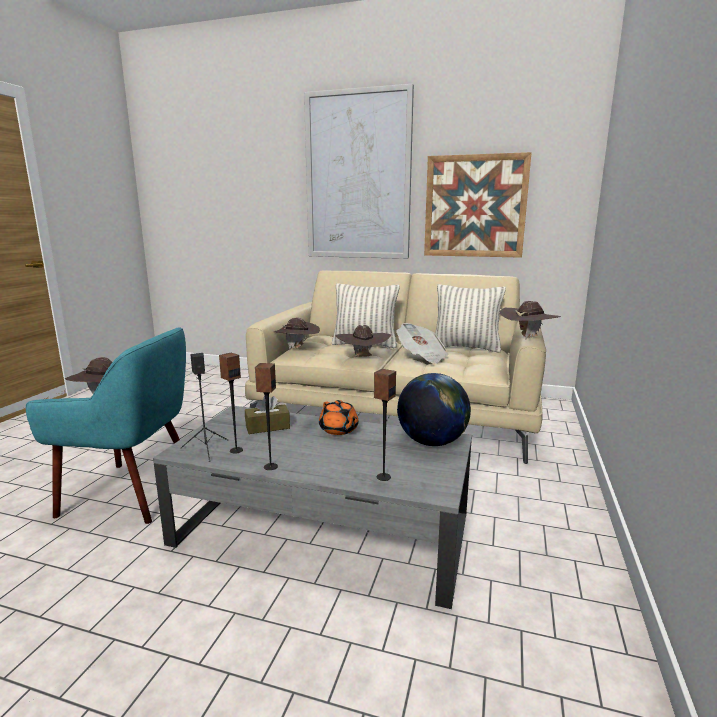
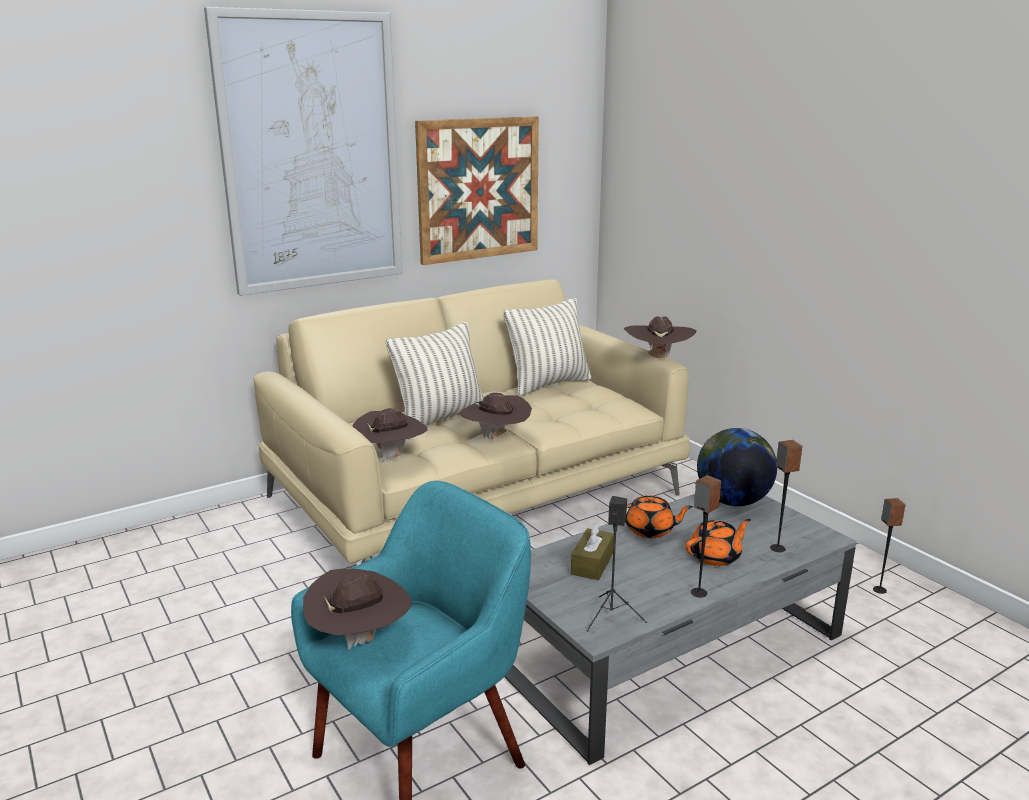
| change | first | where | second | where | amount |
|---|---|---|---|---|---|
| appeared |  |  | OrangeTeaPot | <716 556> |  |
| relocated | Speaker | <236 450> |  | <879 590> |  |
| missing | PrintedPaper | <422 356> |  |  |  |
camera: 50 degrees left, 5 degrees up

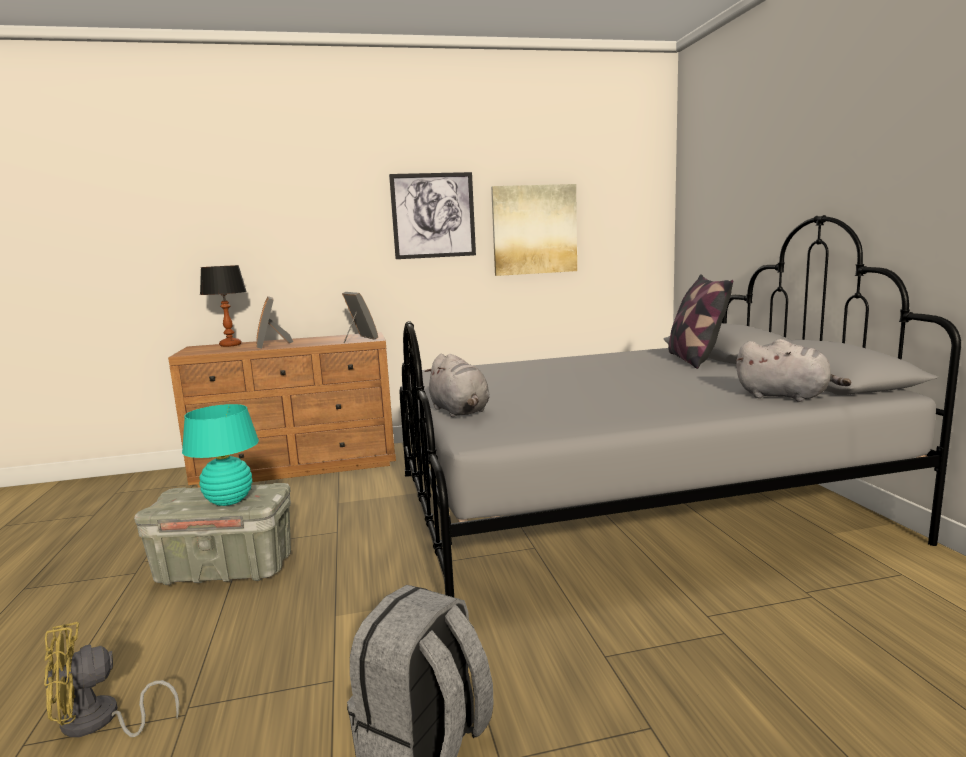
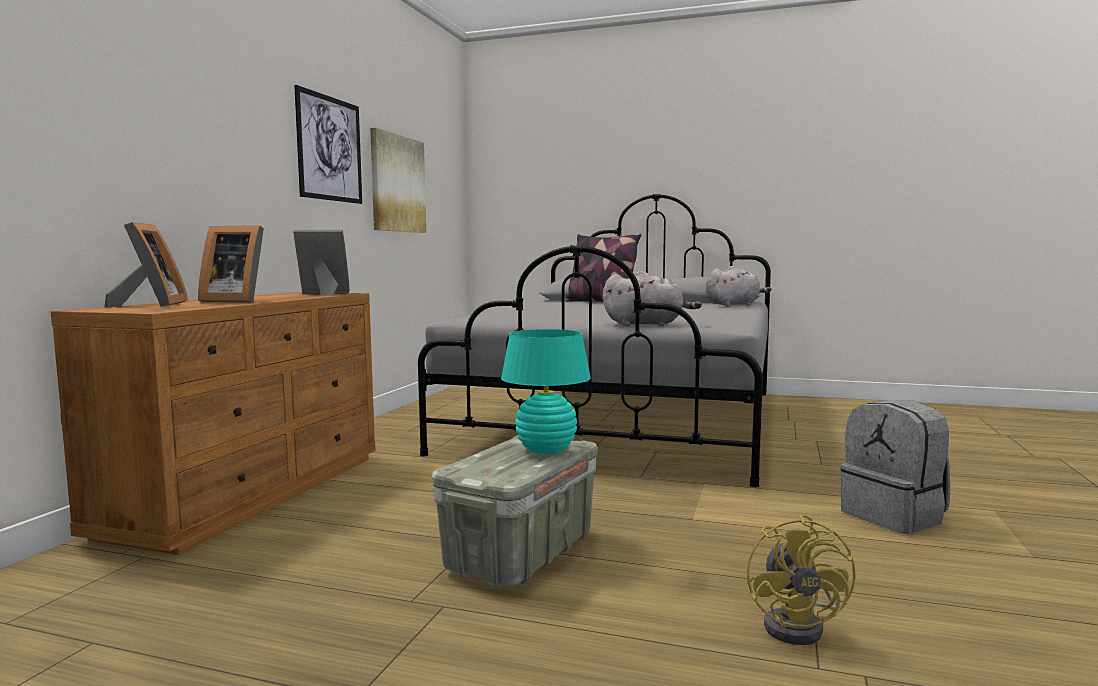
| change | first | where | second | where | amount |
|---|---|---|---|---|---|
| exchanged | LampForATable | <230 345> | PhotoFrame | <151 305> |  |
camera: 60 degrees left, 5 degrees down

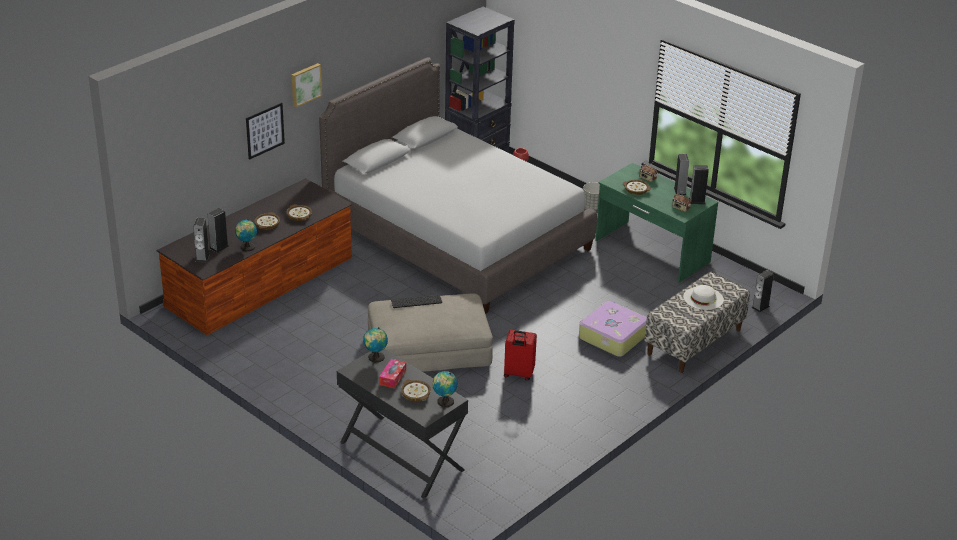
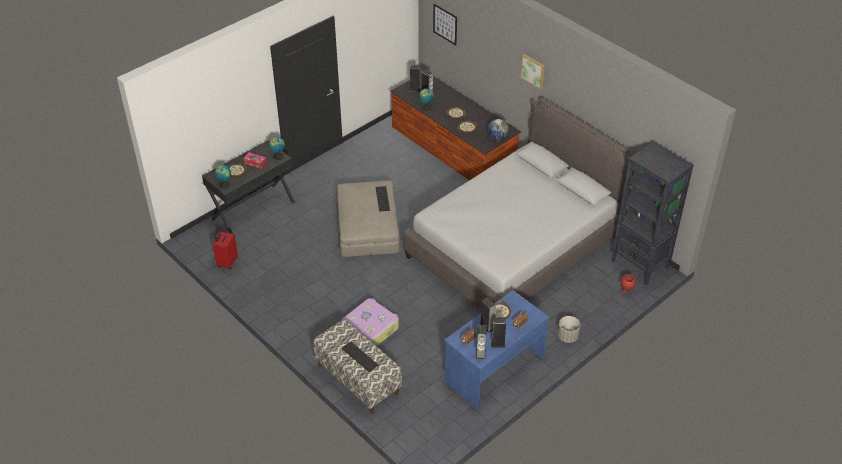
| change | first | where | second | where | amount |
|---|---|---|---|---|---|
| relocated | RedColouredTravelCase | <518 374> |  | <227 262> |  |
| exchanged | WhitishClothingHat | <703 298> | ComputerKeyboard | <360 356> |  |
| relocated | Picture | <265 130> |  | <445 24> |  |
| colour | GreenDeskTable | <651 251> | BluishDeskTable | <494 369> |  |
| relocated | Speaker | <760 307> |  | <487 326> |  |
| appeared |  |  | DeskGlobe | <497 138> |  |
camera: 95 degrees right, 10 degrees up

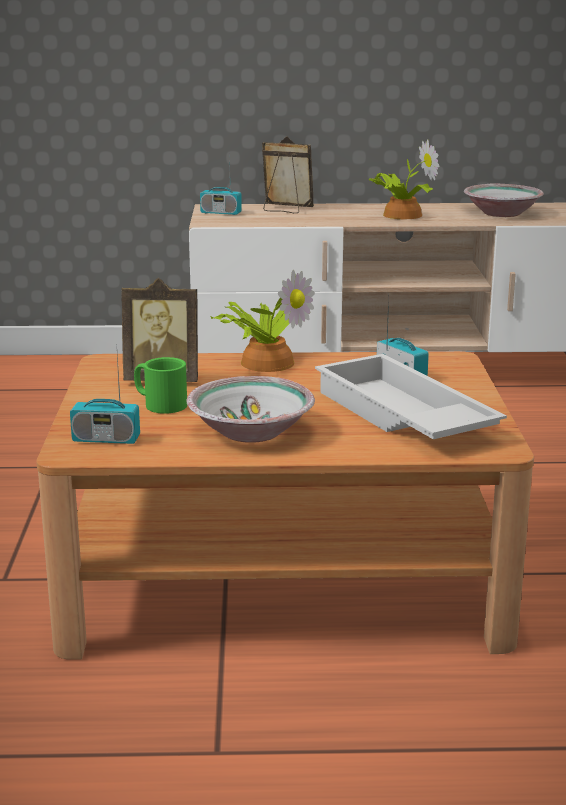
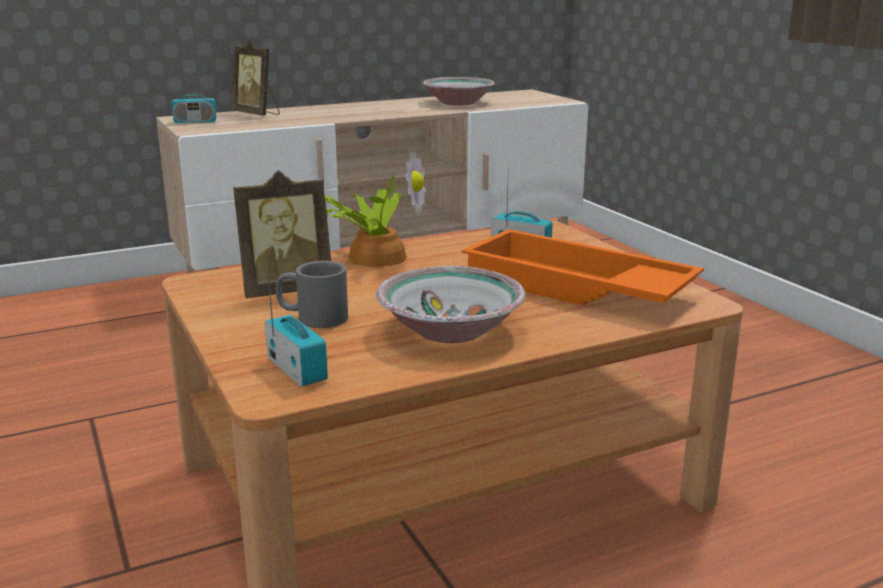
| change | first | where | second | where | amount |
|---|---|---|---|---|---|
| spun | PhotoFrame | <285 210> |  | <257 114> | 135 degrees counterclockwise |
| spun | RadioReceiver | <106 439> |  | <297 370> | 105 degrees counterclockwise |
| colour | GreenMug | <159 404> | GreyishMug | <312 317> |  |
| colour | WhitishTray | <400 416> | OrangeTray | <573 288> |  |
| missing | PottedPlant | <399 215> |  |  |  |
camera: 25 degrees left, 0 degrees up

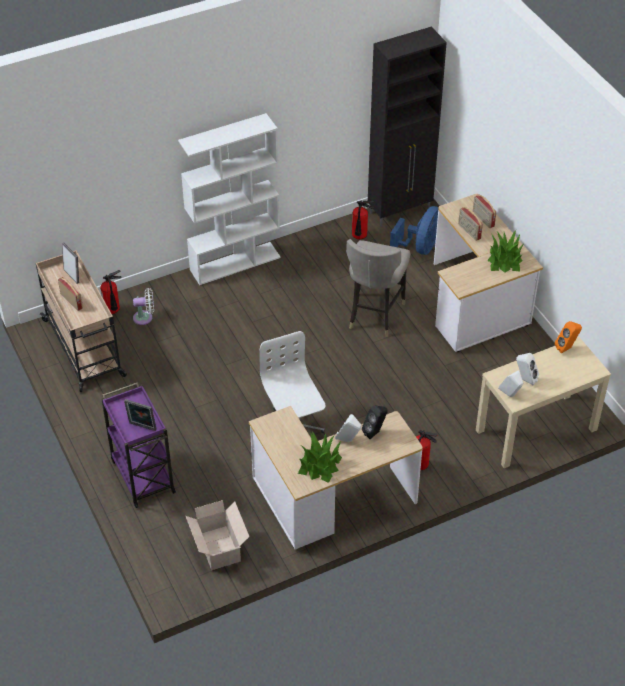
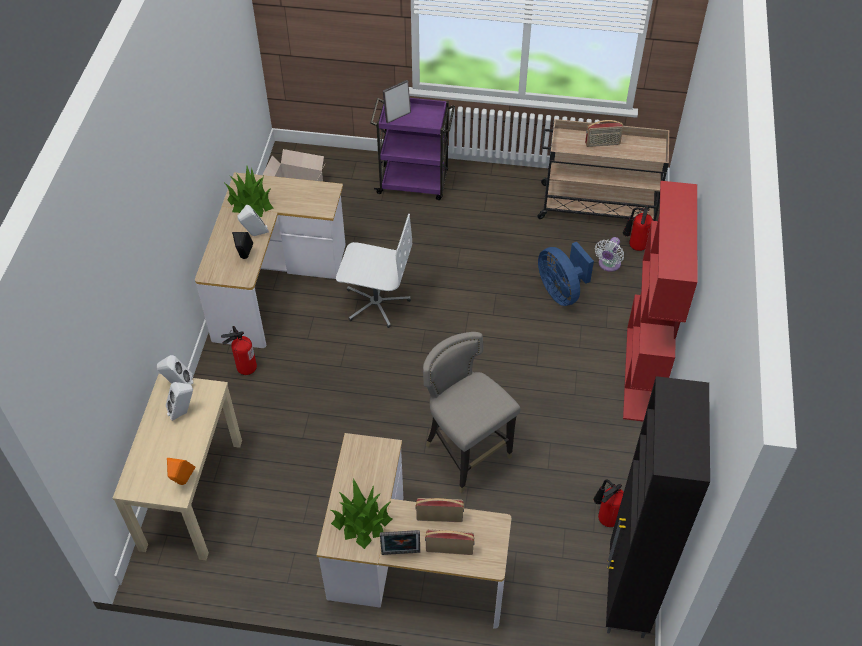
| change | first | where | second | where | amount |
|---|---|---|---|---|---|
| relocated | PhotoFrame | <72 275> |  | <401 554> |  |
| relocated | BluishElectricFan | <420 248> |  | <561 291> |  |
| colour | WhitishShelvingUnit | <235 263> | RedColouredShelvingUnit | <641 374> |  |
camera: 125 degrees right, 5 degrees up

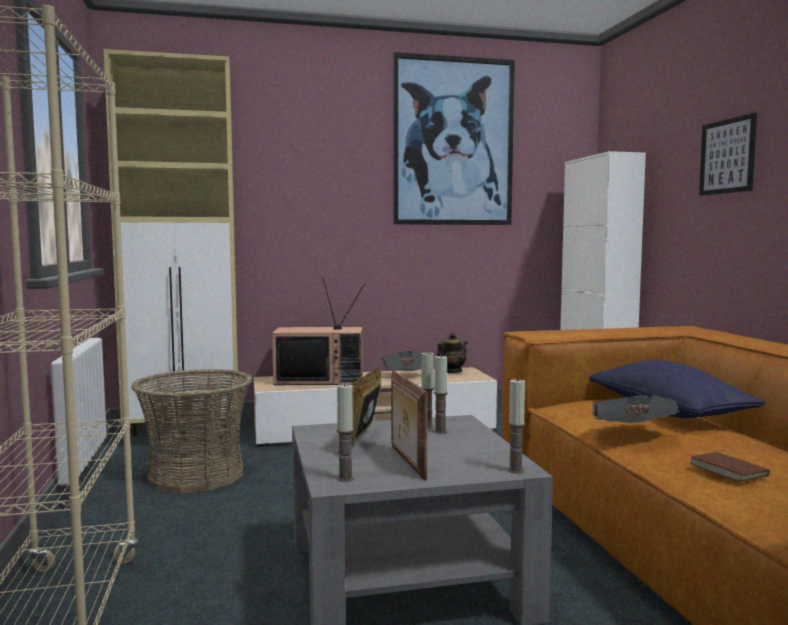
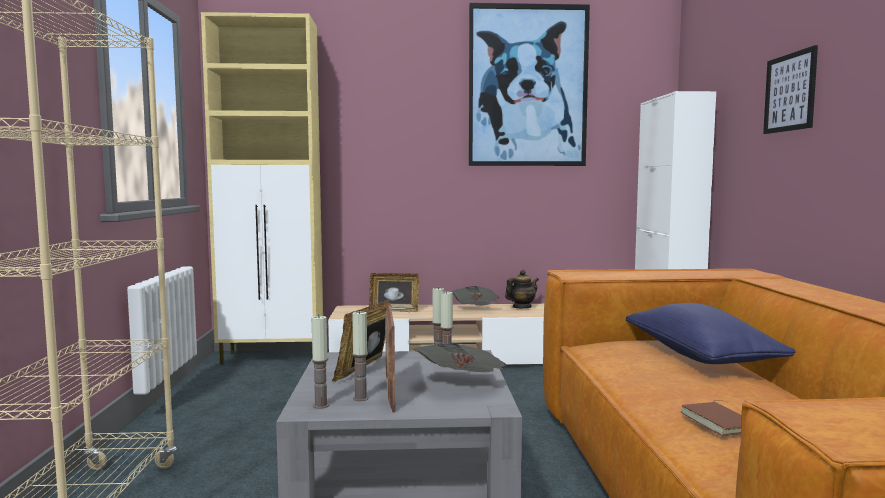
| change | first | where | second | where | amount |
|---|---|---|---|---|---|
| relocated | WaxCandle | <515 470> |  | <360 398> |  |
| exchanged | Tv | <321 380> | PhotoFrame | <394 310> |  |
| relocated | PrintedPaper | <633 433> |  | <462 384> |  |
| missing | HouseholdBasket | <196 475> |  |  |  |
camera: 10 degrees right, 0 degrees up

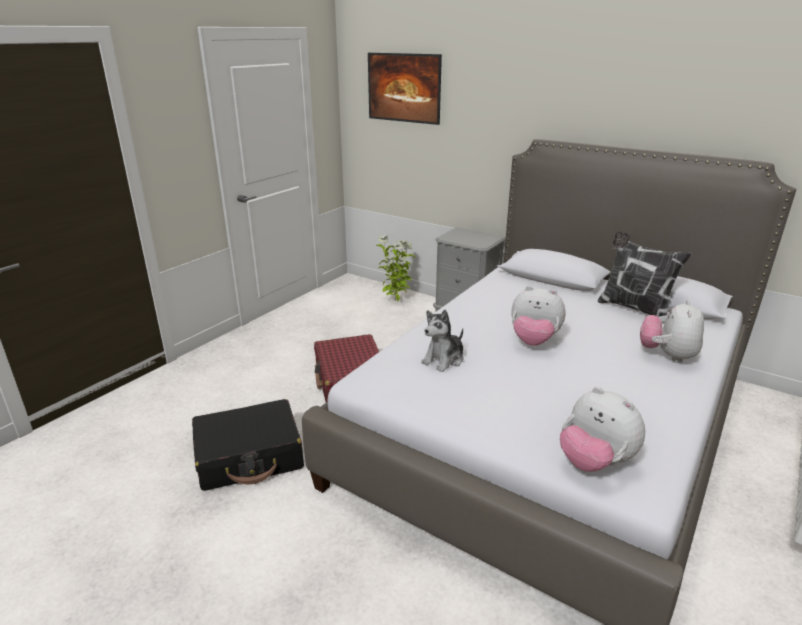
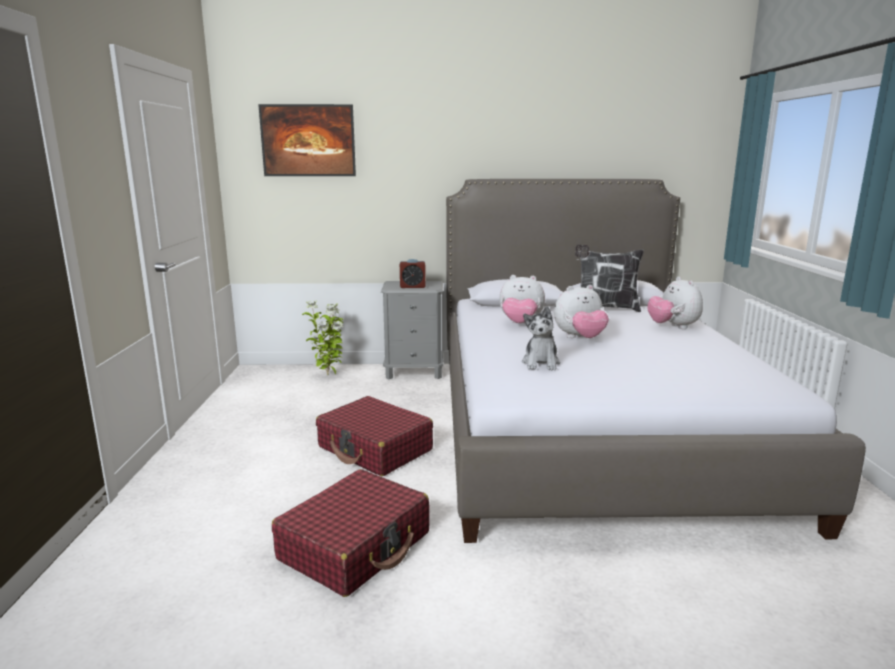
| change | first | where | second | where | amount |
|---|---|---|---|---|---|
| colour | BlackishTravelCase | <250 456> | RedColouredTravelCase | <356 546> |  |
| appeared |  |  | AlarmClock | <412 287> |  |
| relocated | CuddlyToy | <594 462> |  | <520 324> |  |
camera: 35 degrees left, 10 degrees down

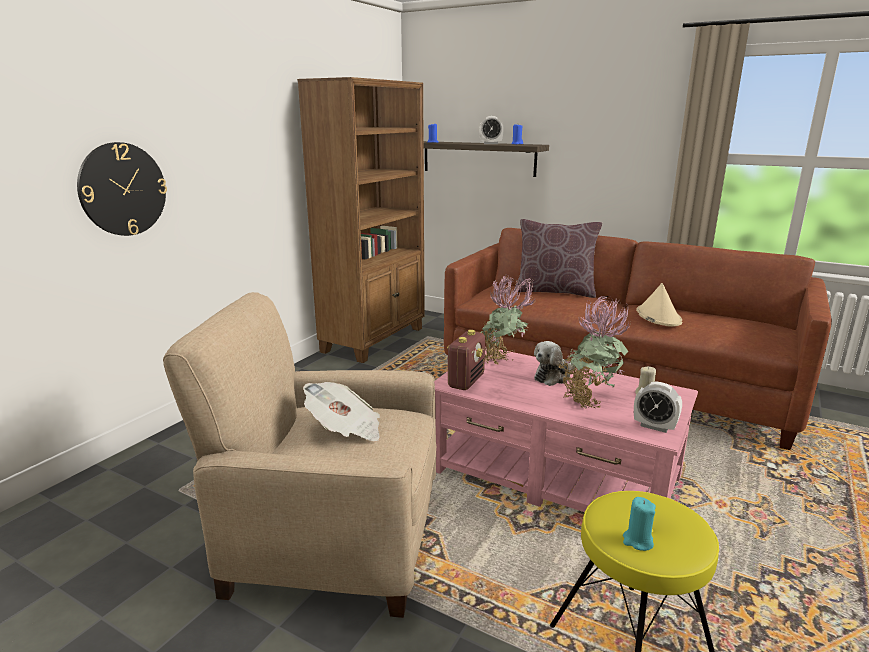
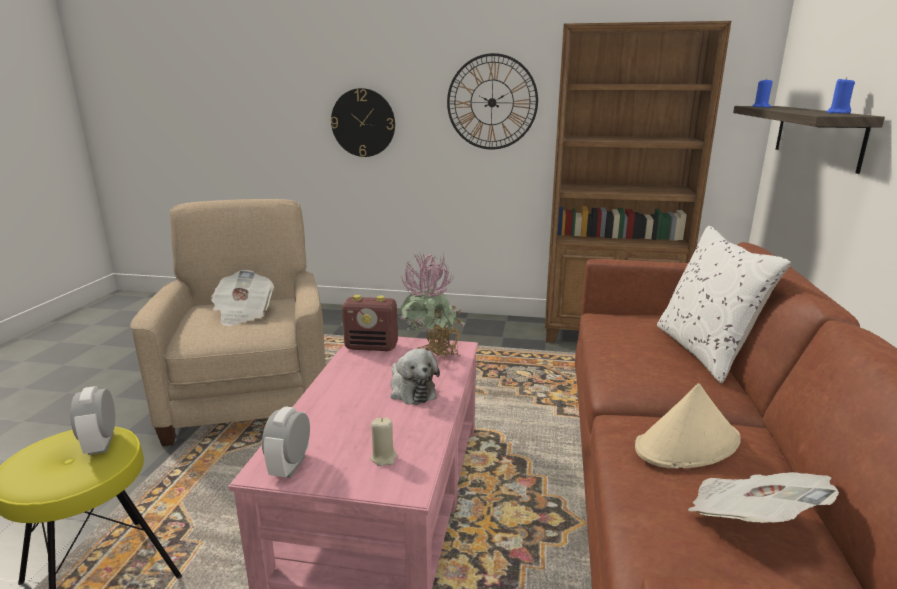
| change | first | where | second | where | amount |
|---|---|---|---|---|---|
| relocated | AlarmClock | <490 143> |  | <101 444> |  |
| spun | CuddlyToy | <554 376> |  | <411 390> | 150 degrees counterclockwise |
| appeared |  |  | HangingClock | <492 102> |  |
| colour | BrownishPillow | <554 291> | WhitishPillow | <705 351> |  |
| appeared |  |  | PrintedPaper | <749 520> |  |
| missing | PottedPlant | <588 400> |  |  |  |
| missing | TurquoiseWaxCandle | <637 541> |  |  |  |
camera: 70 degrees right, 0 degrees up

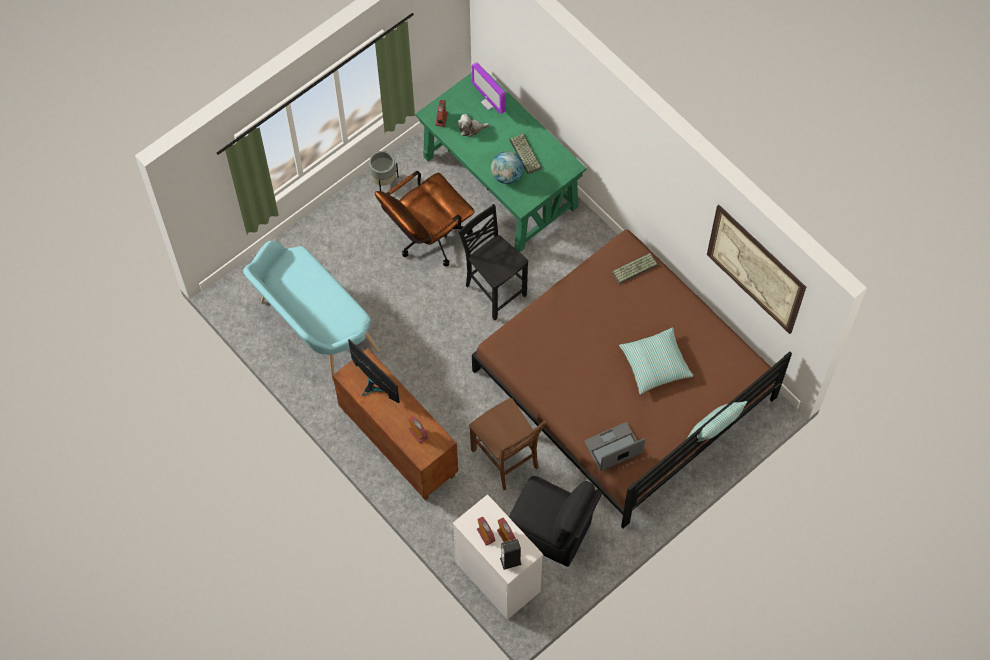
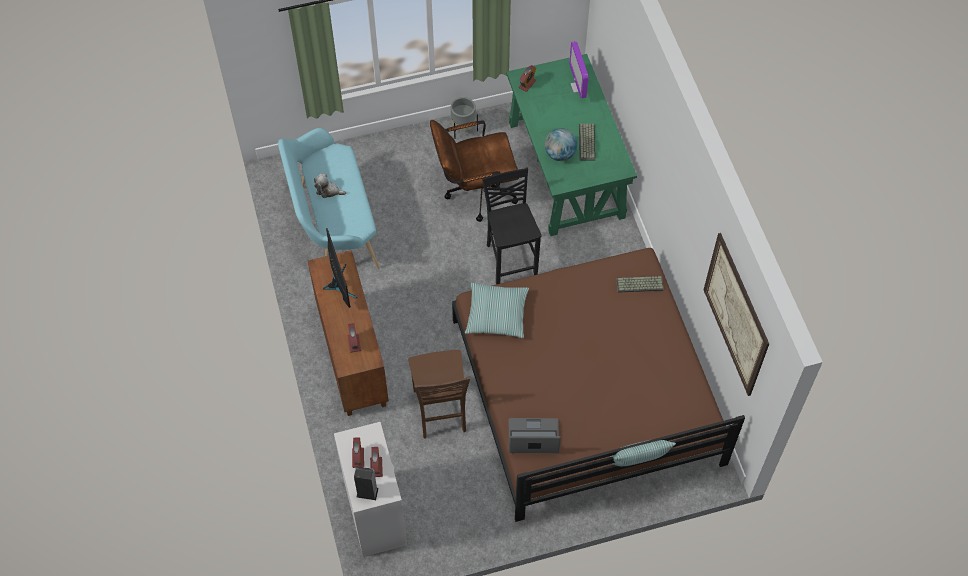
| change | first | where | second | where | amount |
|---|---|---|---|---|---|
| relocated | CuddlyToy | <471 129> |  | <328 190> |  |
| relocated | Pillow | <655 364> |  | <497 314> |  |
| missing | BlackishUprightChair | <551 531> |  |  |  |
camera: 25 degrees right, 5 degrees down

